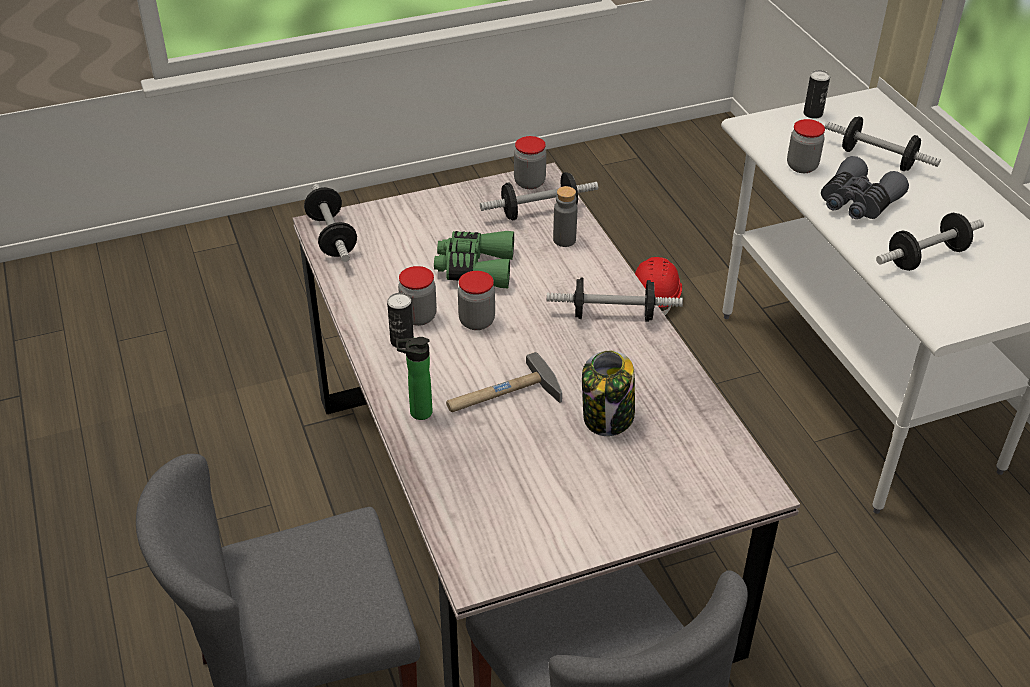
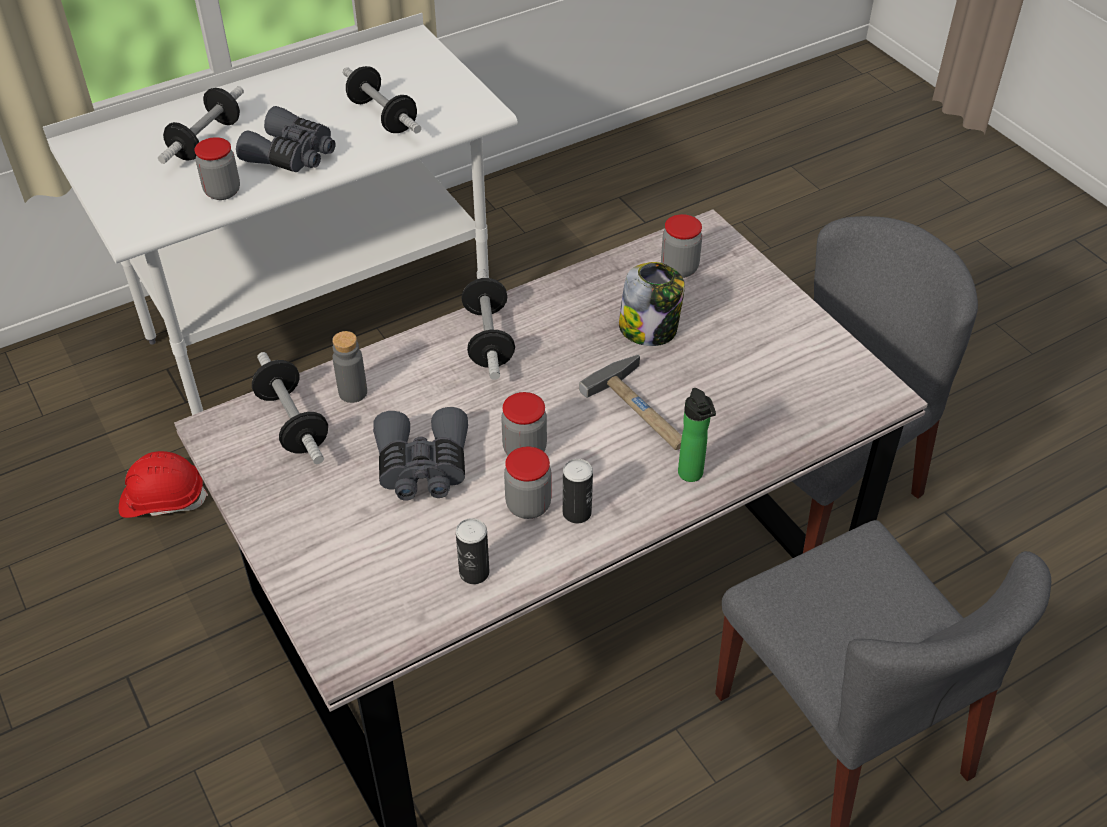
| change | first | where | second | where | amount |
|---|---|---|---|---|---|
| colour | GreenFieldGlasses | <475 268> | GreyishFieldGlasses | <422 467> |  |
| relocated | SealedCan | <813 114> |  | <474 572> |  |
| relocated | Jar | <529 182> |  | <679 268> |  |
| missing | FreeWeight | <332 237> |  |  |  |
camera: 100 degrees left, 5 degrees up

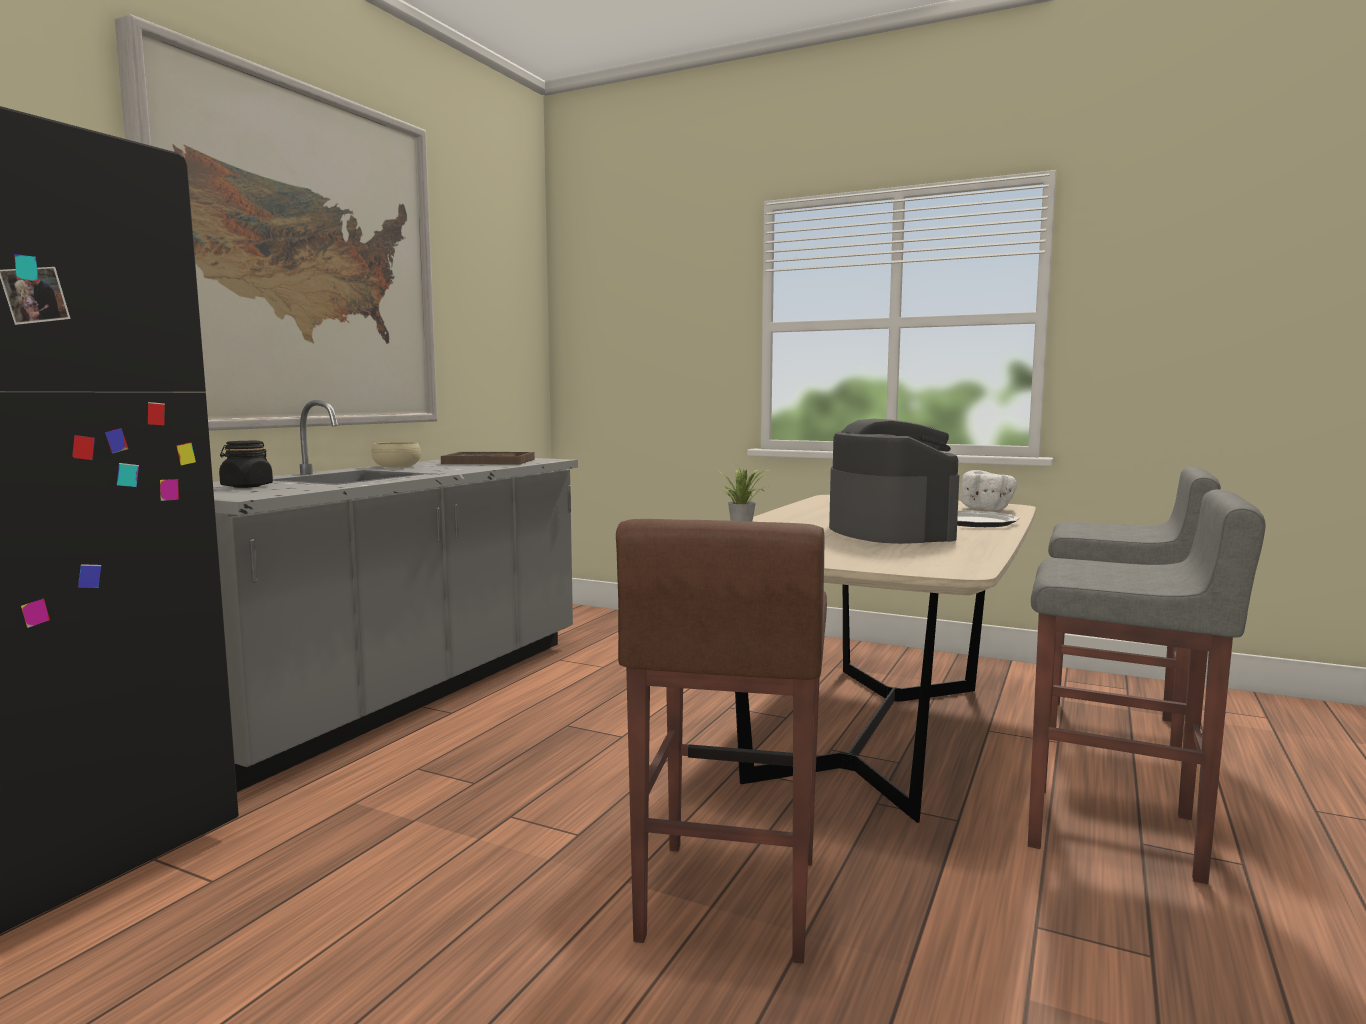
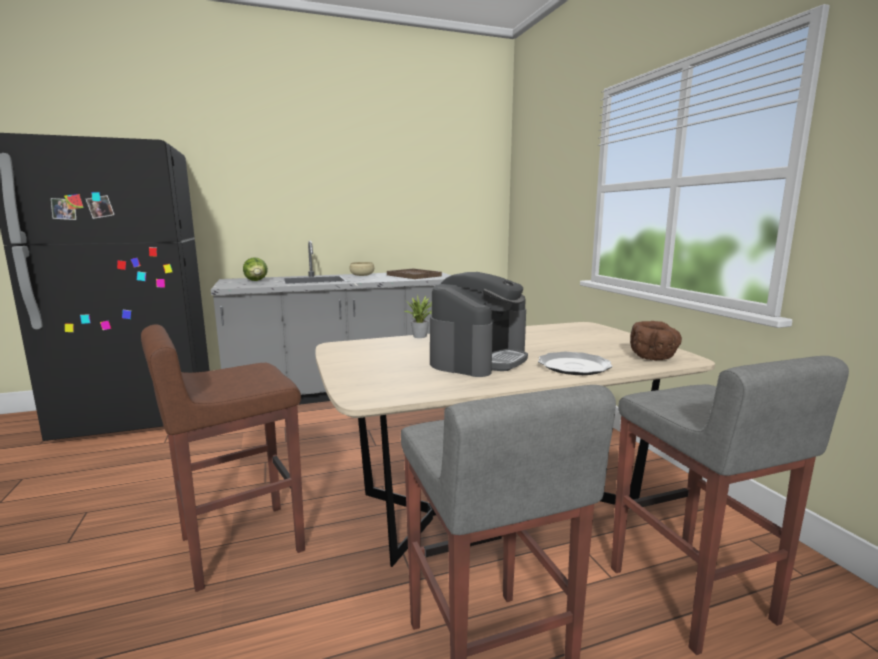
| change | first | where | second | where | amount |
|---|---|---|---|---|---|
| exchanged | BlackishJar | <246 486> | LettuceHead | <256 281> |  |
| colour | WhitishDeepDish | <987 508> | BrownishDeepDish | <653 357> |  |
| missing | Picture | <300 260> |  |  |  |
camera: 45 degrees right, 5 degrees up

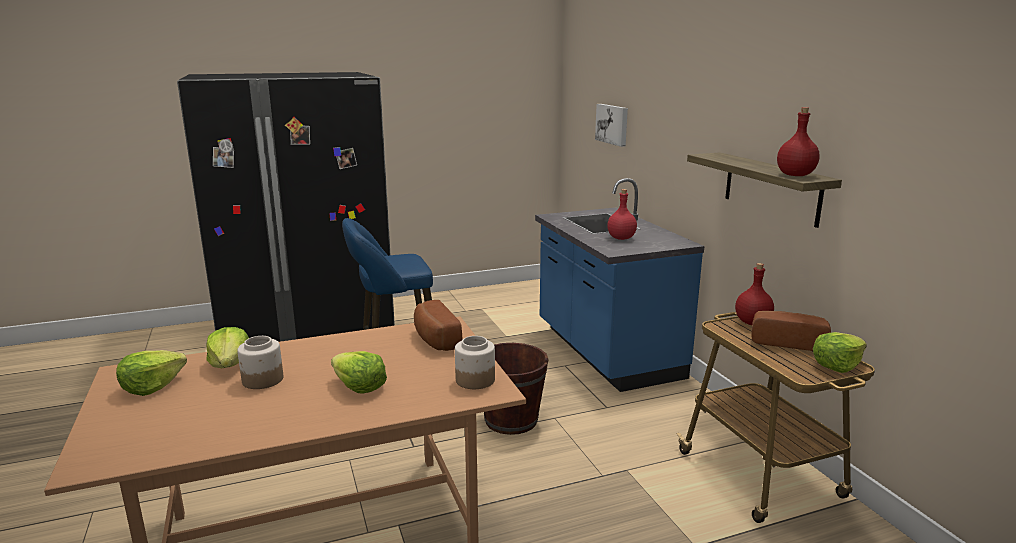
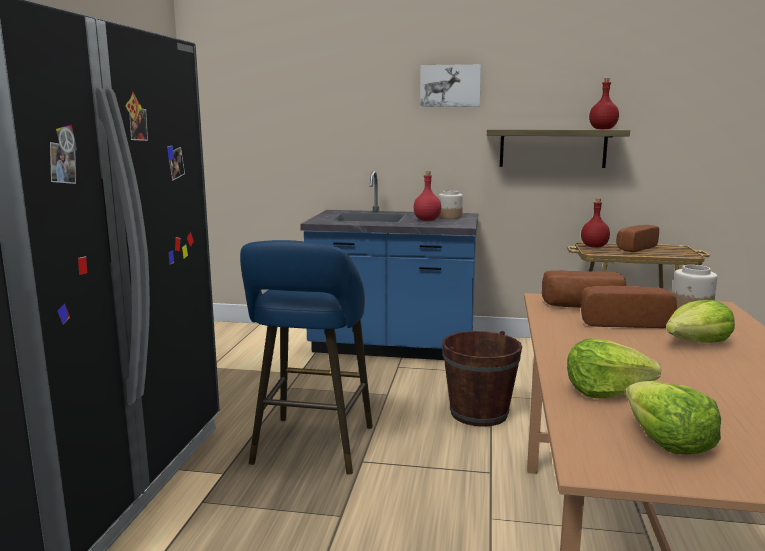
| change | first | where | second | where | amount |
|---|---|---|---|---|---|
| relocated | Picture | <613 124> |  | <450 86> |  |
| relocated | Jar | <262 380> |  | <450 217> |  |
| appeared |  |  | BakeryBread | <622 322> |  |
| missing | LettuceHead | <837 365> |  |  |  |
camera: 60 degrees left, 5 degrees down

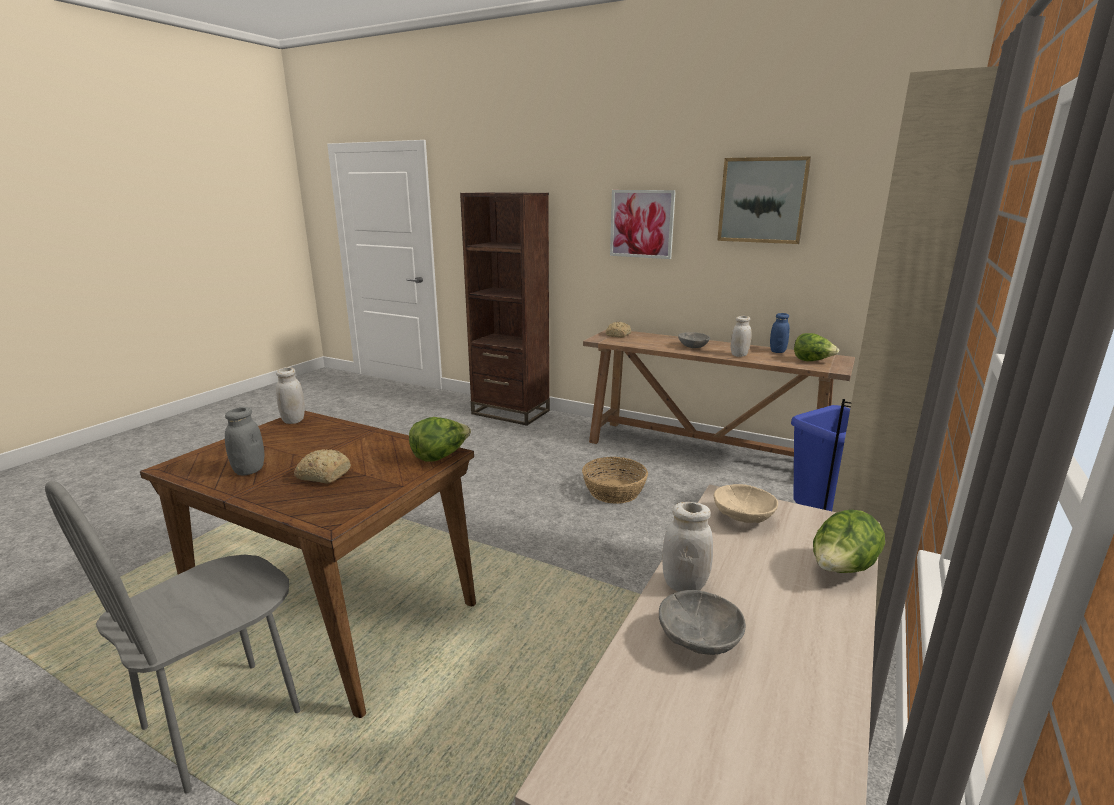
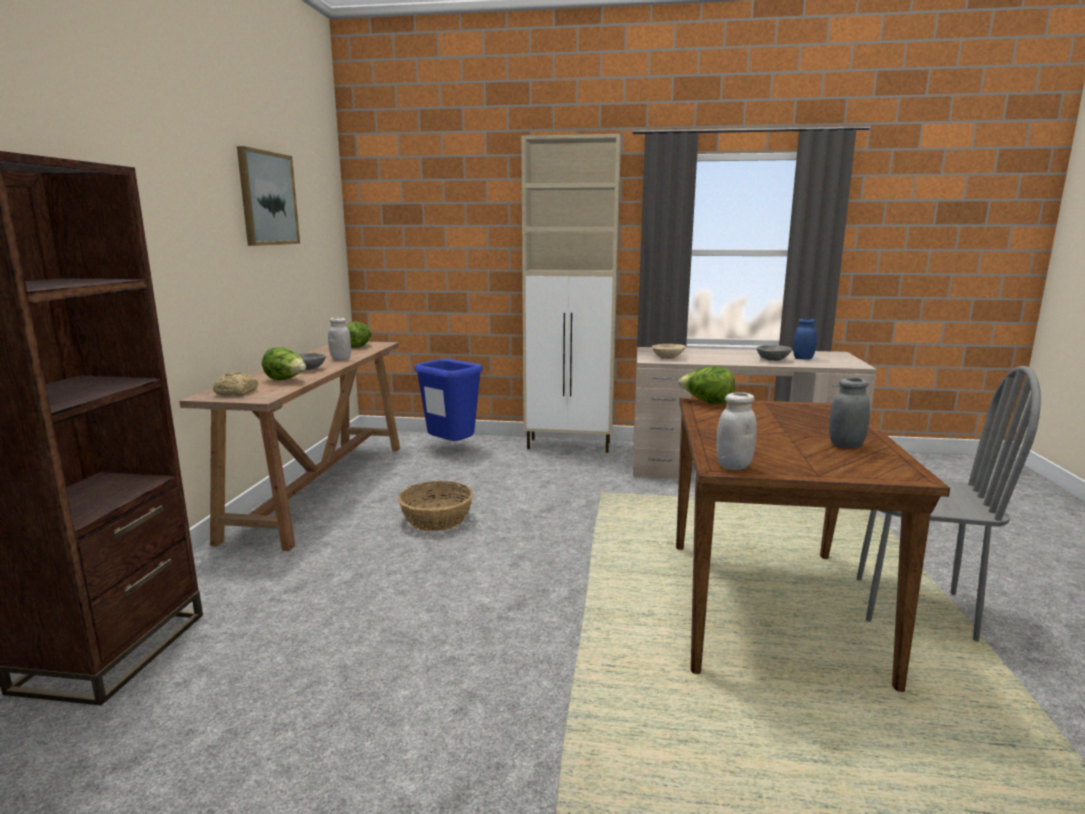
| change | first | where | second | where | amount |
|---|---|---|---|---|---|
| relocated | LettuceHead | <841 570> |  | <286 380> |  |
| relocated | BluishJar | <777 351> |  | <803 358> |  |
| missing | BakeryBread | <323 475> |  |  |  |
| missing | Picture | <642 224> |  |  |  |
| missing | WhitishJar | <684 584> |  |  |  |
camera: 110 degrees left, 5 degrees down

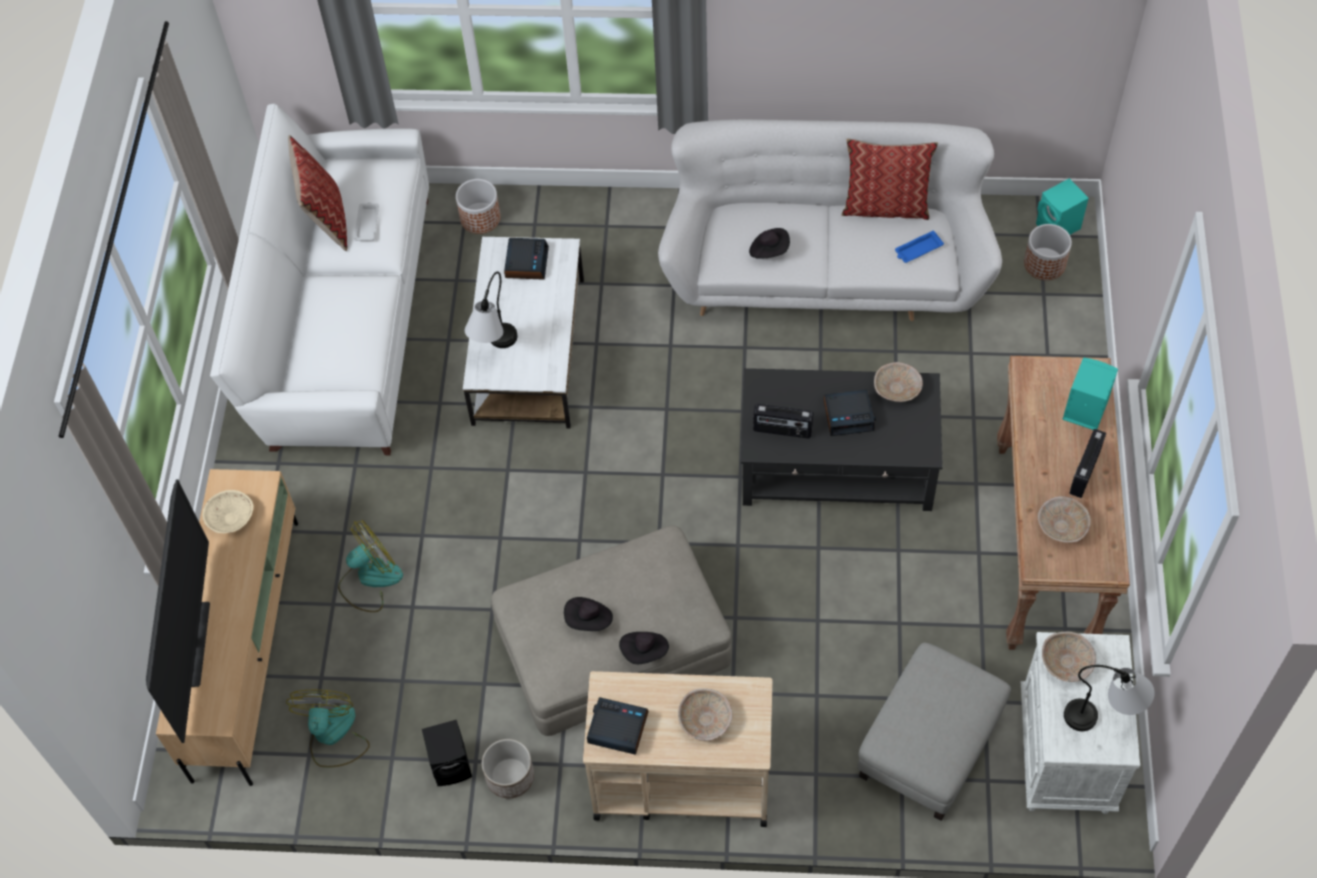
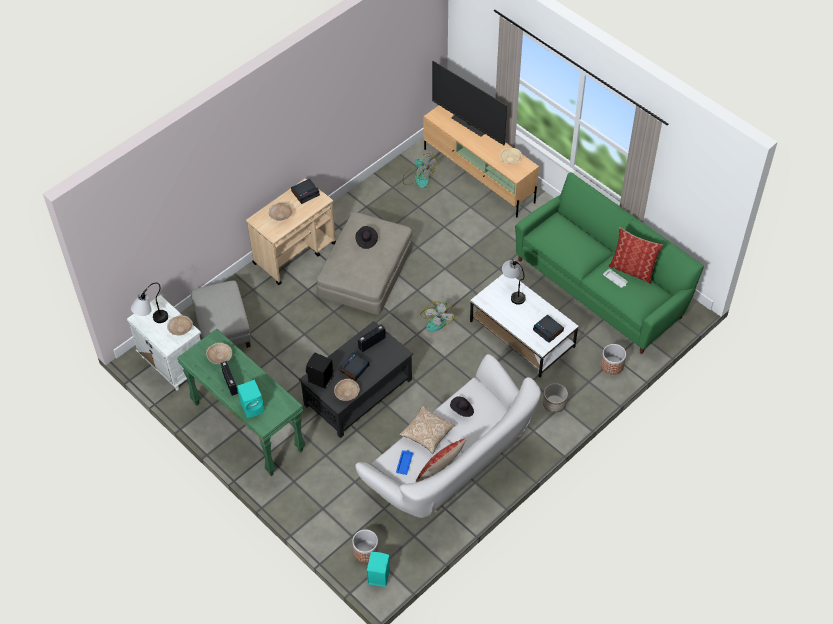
| change | first | where | second | where | amount |
|---|---|---|---|---|---|
| colour | BrownishHallTable | <1045 548> | GreenHallTable | <247 427> |  |
| relocated | BlackishSpeaker | <452 764> |  | <320 379> |  |
| appeared |  |  | Pillow | <427 434> |  |
| relocated | ElectricFan | <370 579> |  | <437 320> |  |
| colour | WhitishSofa | <343 321> | GreenSofa | <602 286> |  |
| relocated | FlowerPot | <510 776> |  | <554 403> |  |
| missing | BlackishClothingHat | <645 651> |  |  |  |
camera: 130 degrees right, 5 degrees down

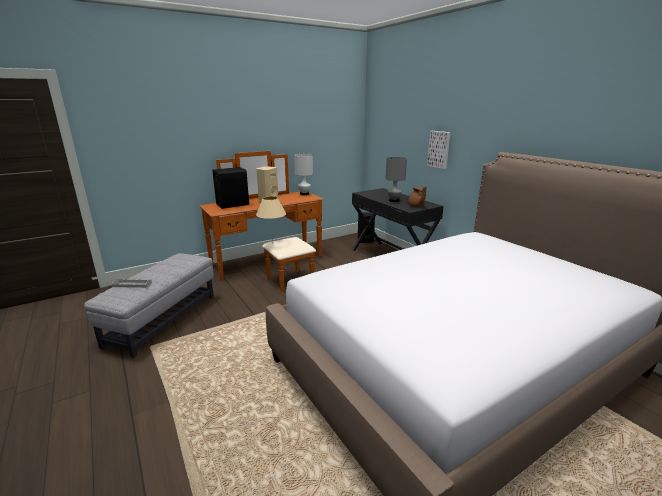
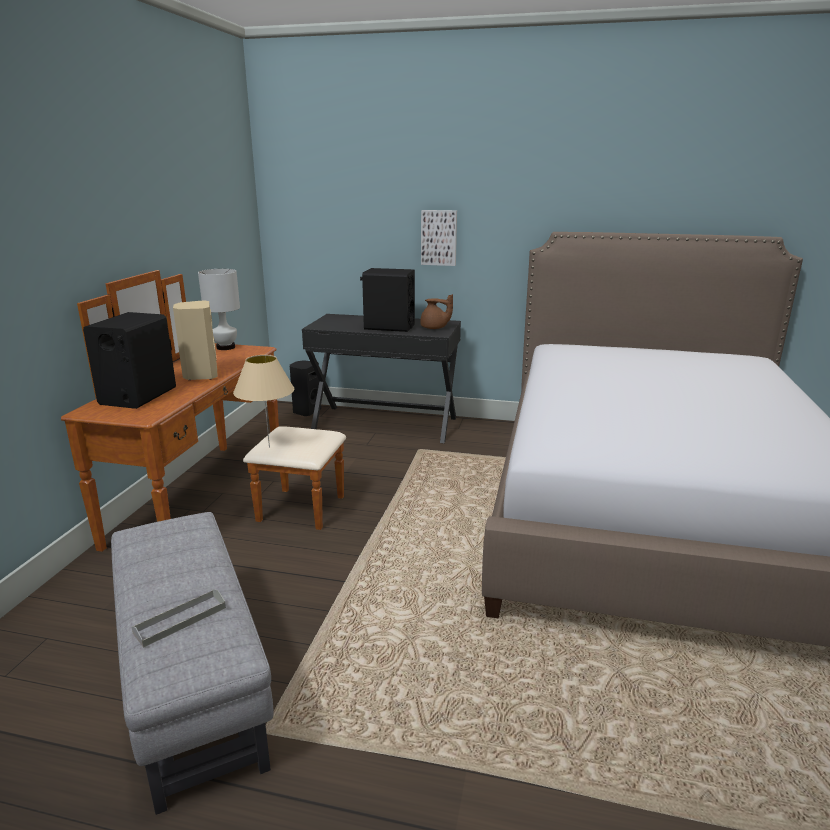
| change | first | where | second | where | amount |
|---|---|---|---|---|---|
| exchanged | GreyishLampForATable | <394 200> | BlackishSpeaker | <389 327> |  |
camera: 45 degrees left, 0 degrees up

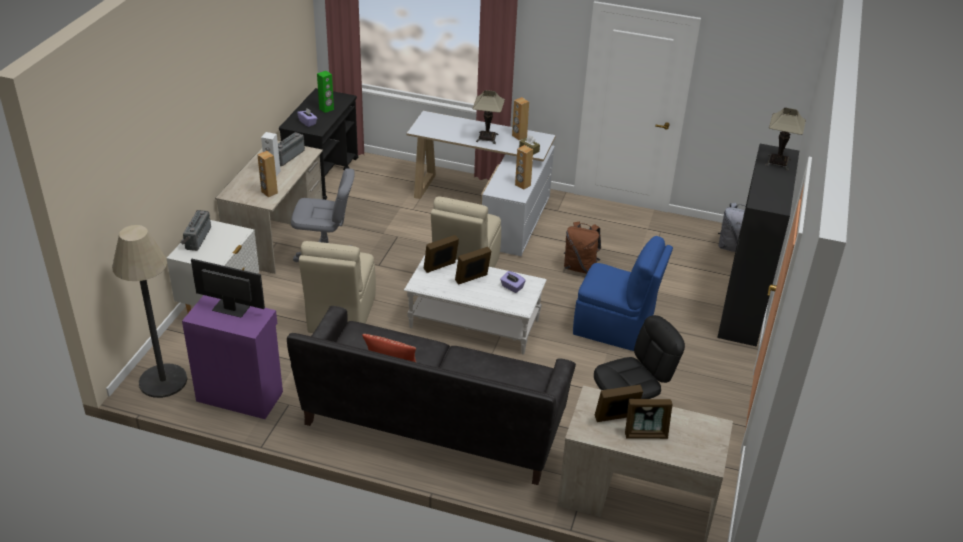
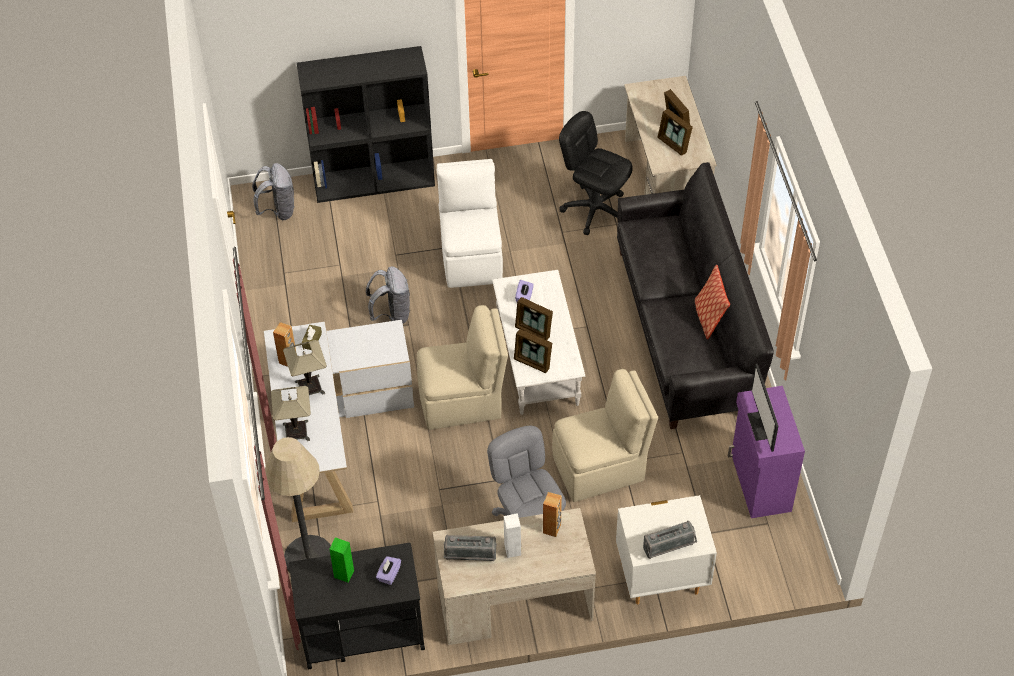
| change | first | where | second | where | amount |
|---|---|---|---|---|---|
| relocated | StandingLamp | <163 381> |  | <309 557> |  |
| relocated | LampForATable | <778 162> |  | <296 431> |  |
| colour | BrownishKnapsack | <580 267> | GreyishKnapsack | <392 314> |  |
| colour | BluishUprightChair | <615 329> | WhitishUprightChair | <471 257> |  |
| missing | BrownishSpeaker | <522 185> |  |  |  |
camera: 115 degrees left, 15 degrees up

